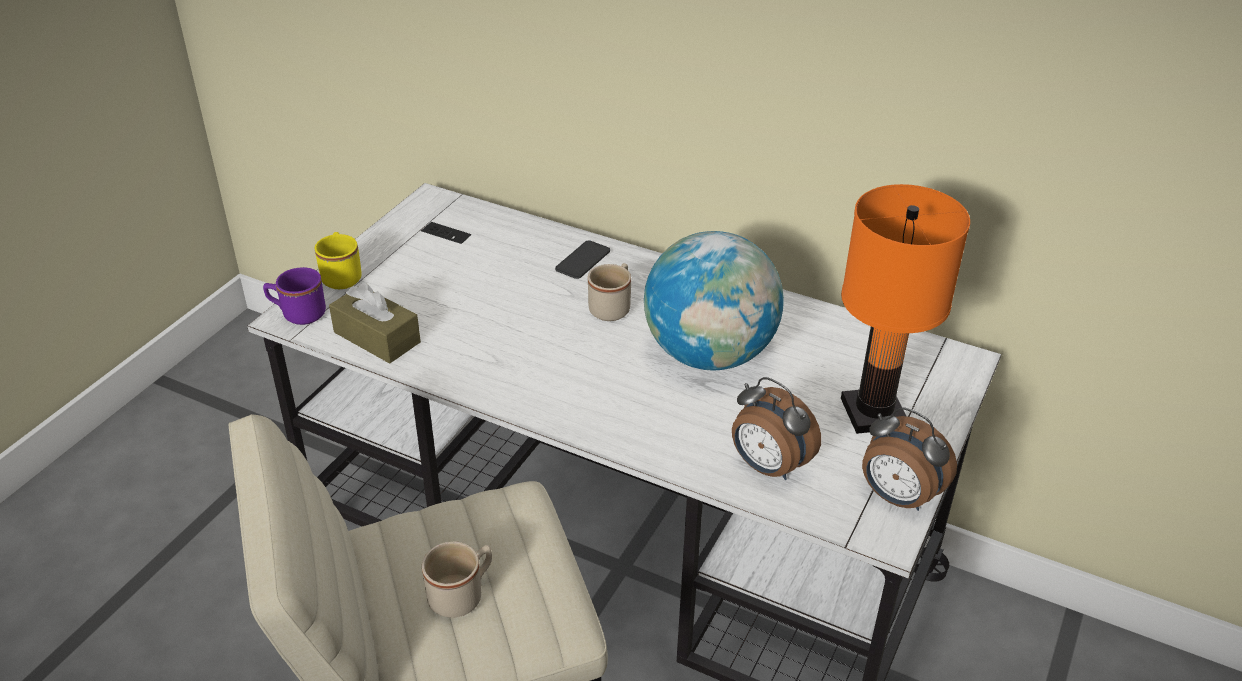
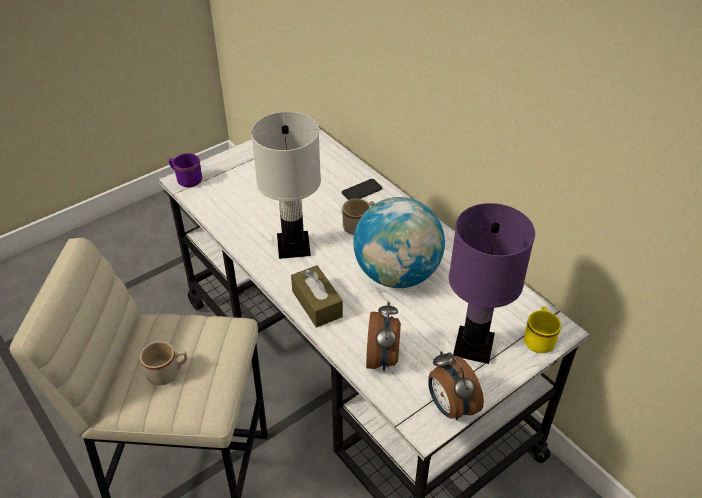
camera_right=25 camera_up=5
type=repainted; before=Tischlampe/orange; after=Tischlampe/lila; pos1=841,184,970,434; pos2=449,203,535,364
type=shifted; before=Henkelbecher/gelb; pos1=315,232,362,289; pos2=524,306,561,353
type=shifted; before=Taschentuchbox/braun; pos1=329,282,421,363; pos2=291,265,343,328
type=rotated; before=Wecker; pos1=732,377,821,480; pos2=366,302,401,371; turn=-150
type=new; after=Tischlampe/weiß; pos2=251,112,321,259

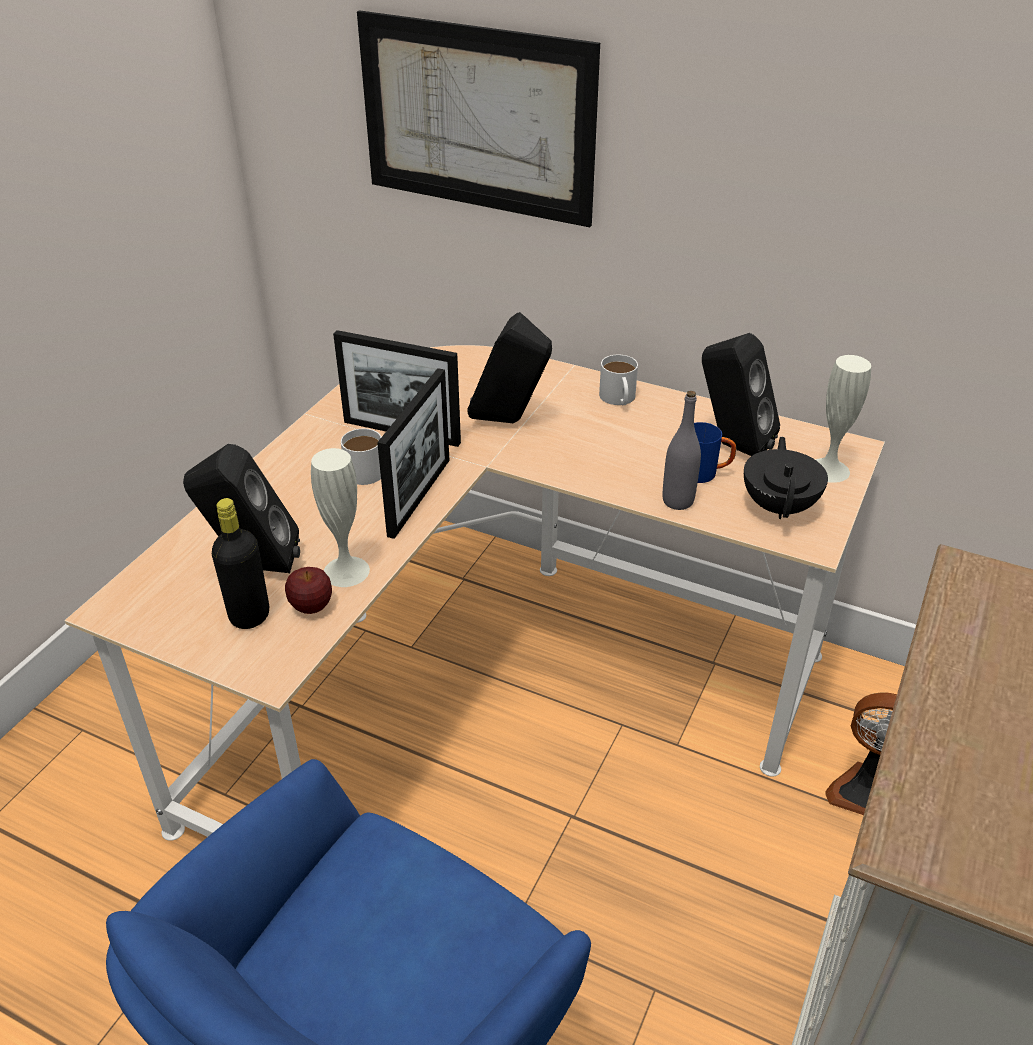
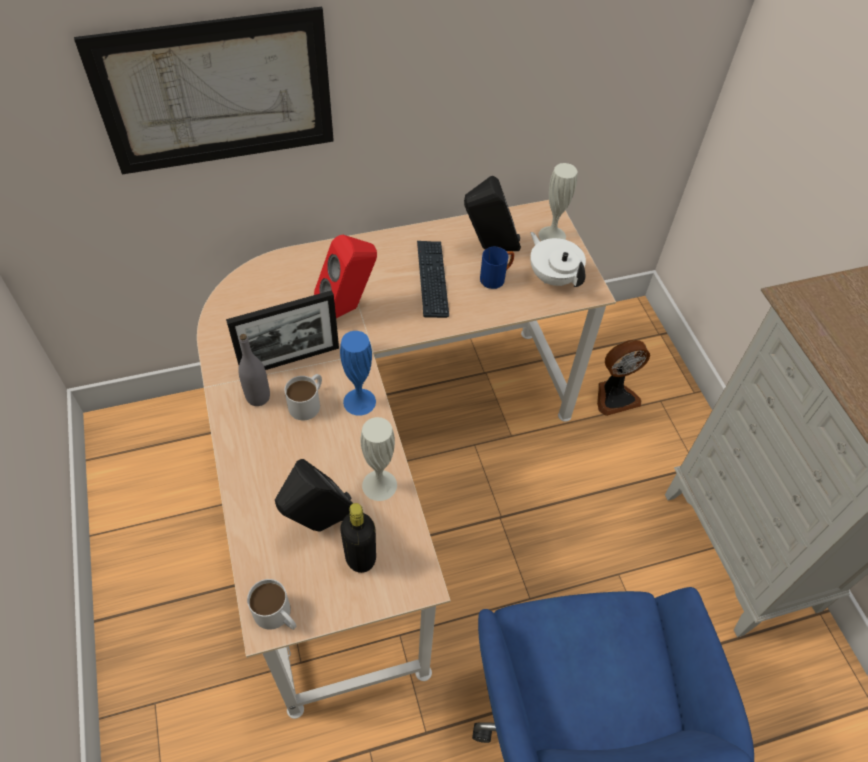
camera_right=-45 camera_up=15
type=repainted; before=Lautsprecher/schwarz; after=Lautsprecher/rot; pos1=467,312,552,423; pos2=314,235,377,318
type=shifted; before=Henkelbecher/weiß; pos1=599,355,638,405; pos2=247,579,296,630
type=swapped; before=Bilderrahmen; after=Vase/blau; pos1=377,368,450,539; pos2=340,331,376,416
type=shifted; before=Flasche/grau; pos1=663,391,701,510; pos2=238,334,270,406
type=repainted; before=Teekanne/schwarz; after=Teekanne/weiß; pos1=744,437,828,519; pos2=530,232,586,287
type=gone; before=Apfel; pos1=285,567,332,614
type=new; after=Tastatur; pos2=417,241,449,318

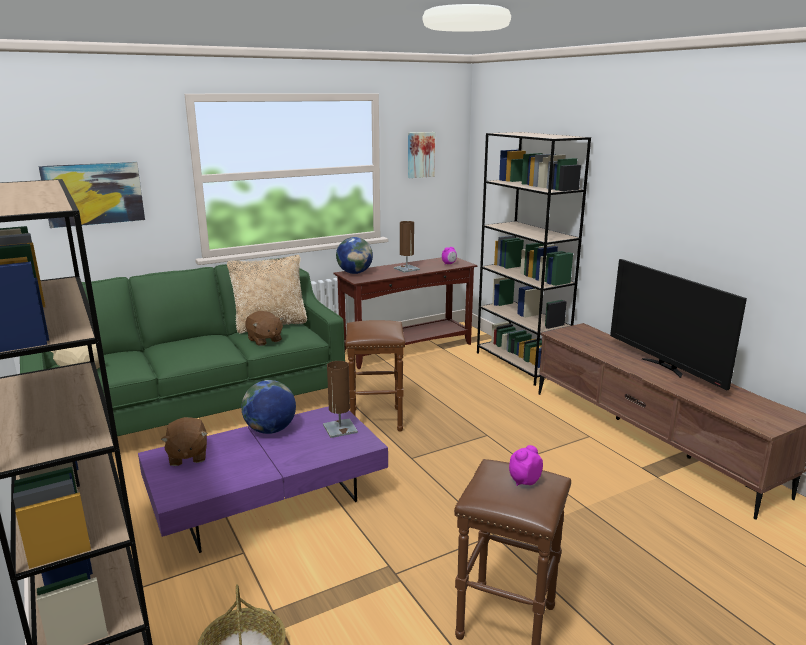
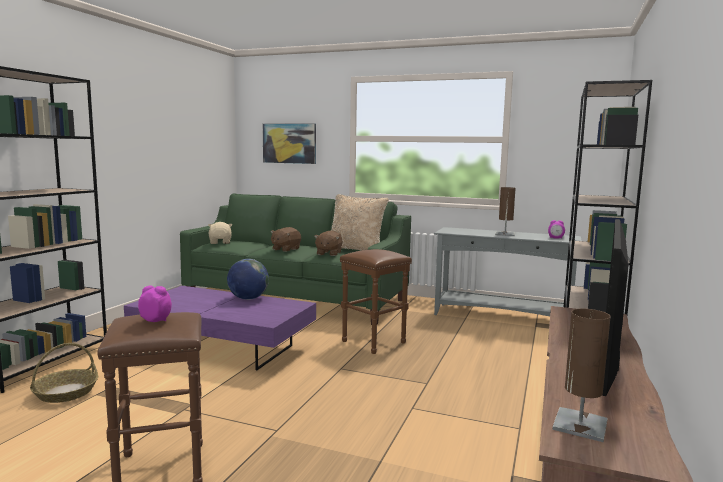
camera_right=50 camera_up=-10
type=gone; before=Bild; pos1=408,132,435,178
type=gone; before=Globus; pos1=336,237,373,274
type=repainted; before=Konsolentisch/braun; after=Konsolentisch/grau; pos1=334,257,477,369; pos2=434,227,582,316
type=shifted; before=Tischlampe/braun; pos1=323,361,358,438; pos2=552,308,611,442
type=shifted; before=Plüschtier/braun; pos1=161,417,208,466; pos2=271,227,301,252

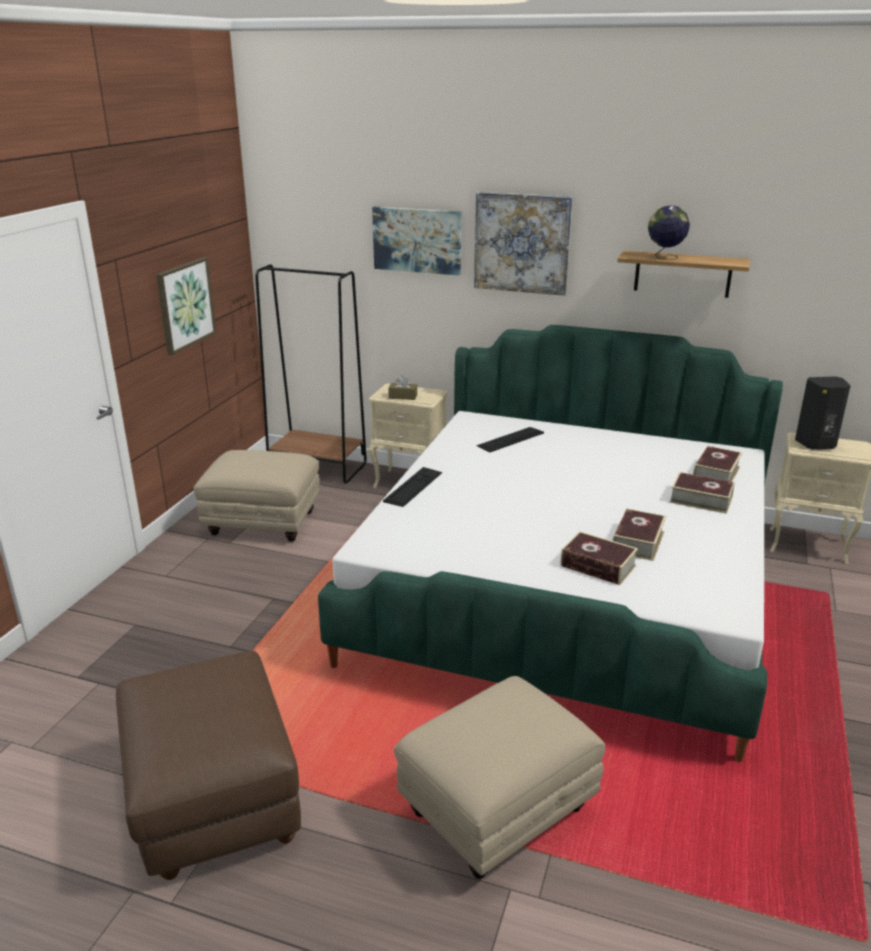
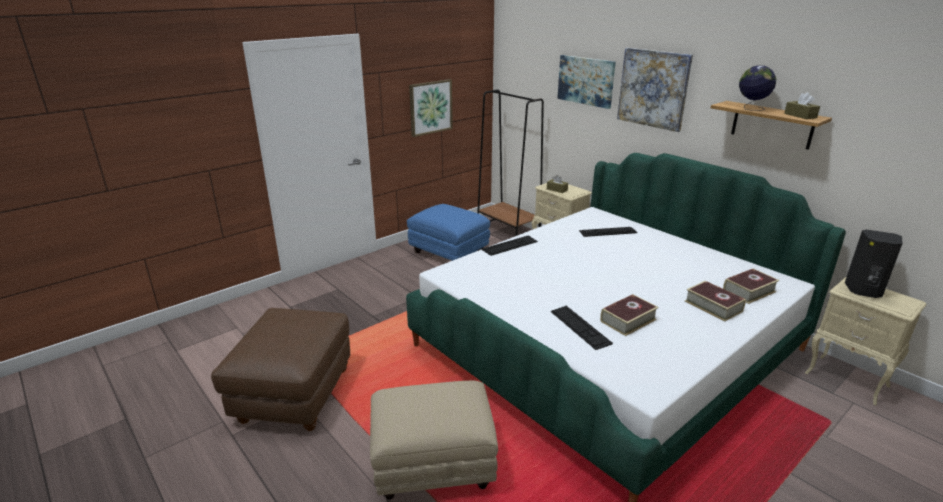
camera_right=30 camera_up=0
type=repainted; before=Polsterhocker/beige; after=Polsterhocker/blau; pos1=194,450,320,542; pos2=407,204,490,261
type=swapped; before=Buch; after=Tastatur; pos1=561,531,638,585; pos2=550,306,613,350
type=new; after=Taschentuchbox/braun; pos2=784,92,820,119

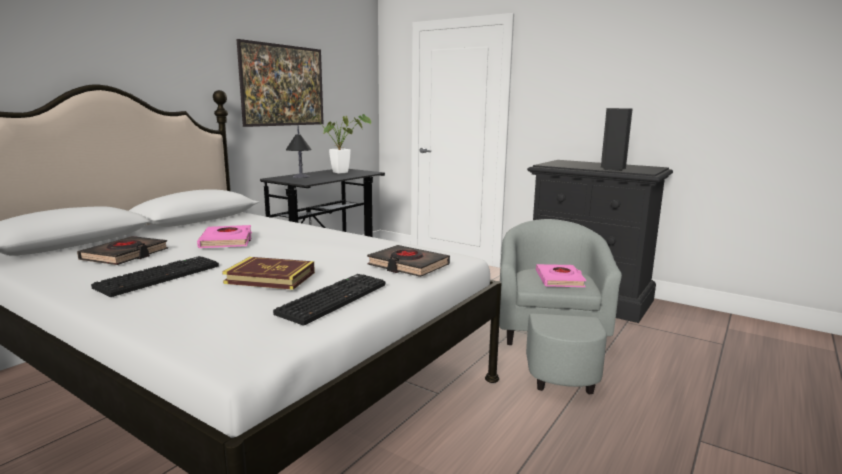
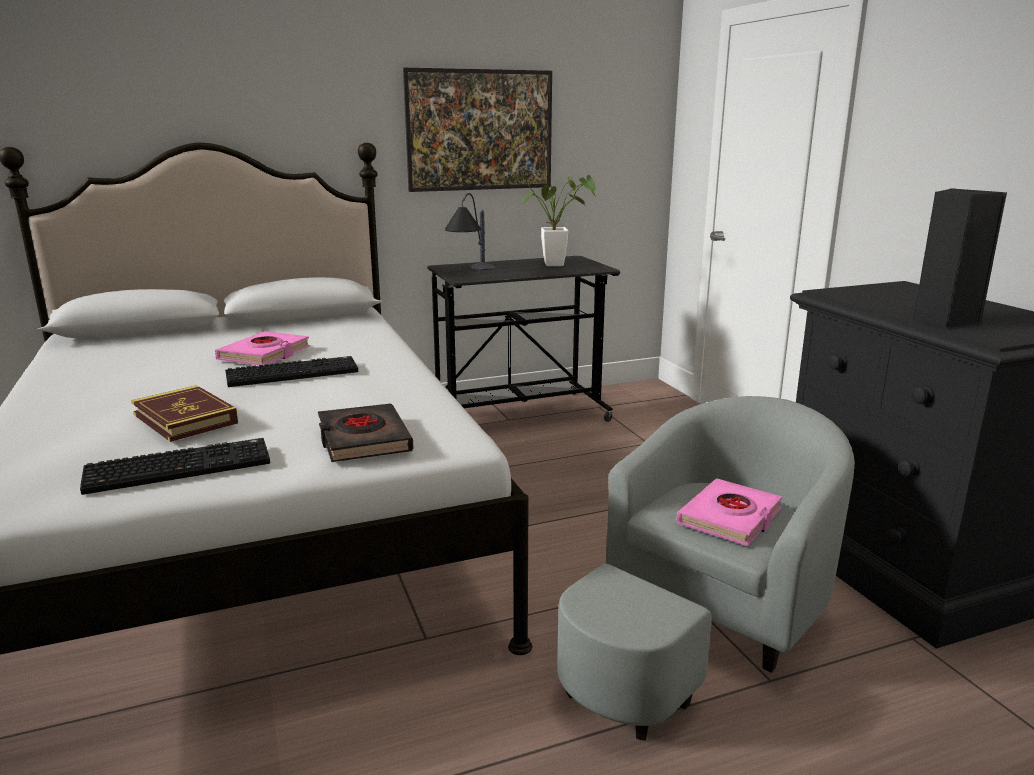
camera_right=35 camera_up=5
type=gone; before=Buch/schwarz; pos1=77,236,168,265
type=shifted; before=Tastatur; pos1=91,256,219,297; pos2=225,356,358,387

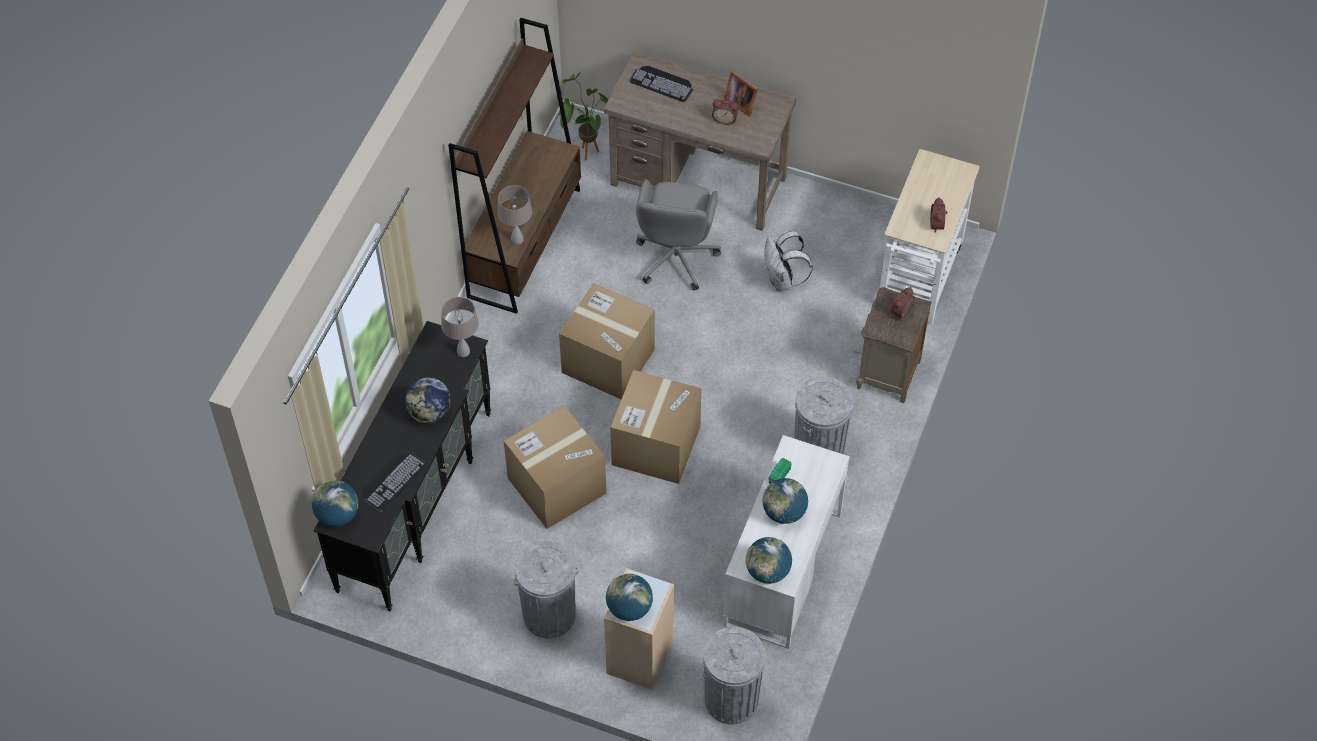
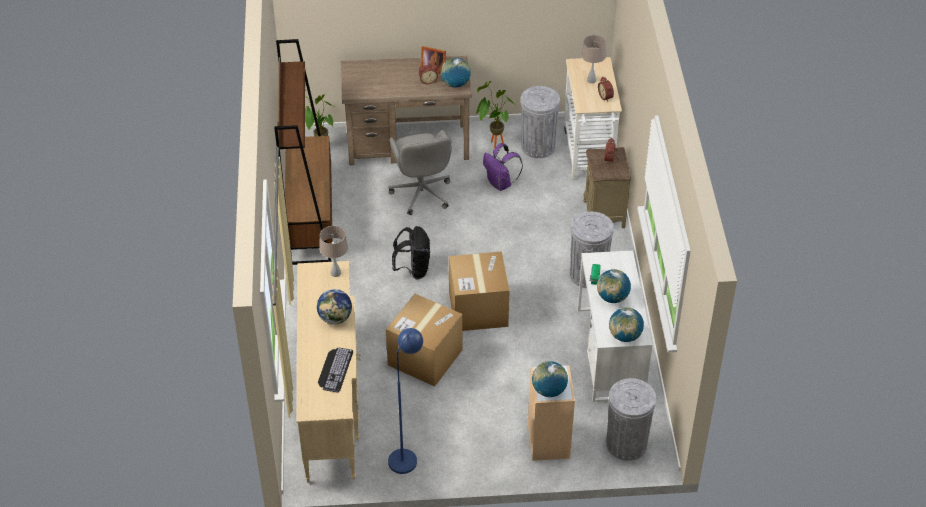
camera_right=-25 camera_up=-10
type=gone; before=Tastatur; pos1=629,66,693,102
type=shifted; before=Tischlampe/beige; pos1=497,185,532,245; pos2=581,35,606,83
type=repainted; before=Rucksack/weiß; after=Rucksack/lila; pos1=764,231,813,291; pos2=483,143,523,191
type=swapped; before=Karton; after=Rucksack/schwarz; pos1=559,283,655,399; pos2=392,226,430,279
type=repainted; before=Schrank/schwarz; after=Schrank/beige; pos1=314,321,492,611; pos2=297,261,361,482
type=shifted; before=Globus; pos1=312,481,358,527; pos2=441,57,471,88
type=shifted; before=Mülleimer/grau; pos1=514,541,578,638; pos2=521,86,560,158
type=new; after=Topfpflanze; pos2=476,81,514,149
type=new; after=Stehlampe/blau; pos2=388,328,423,474

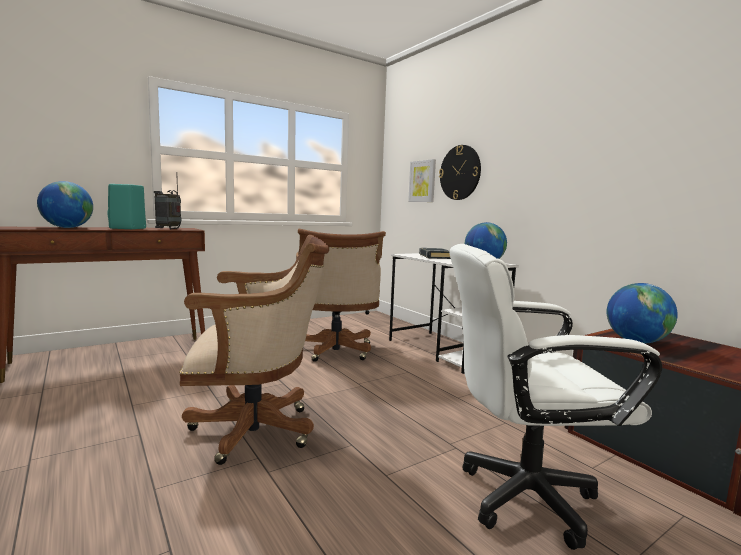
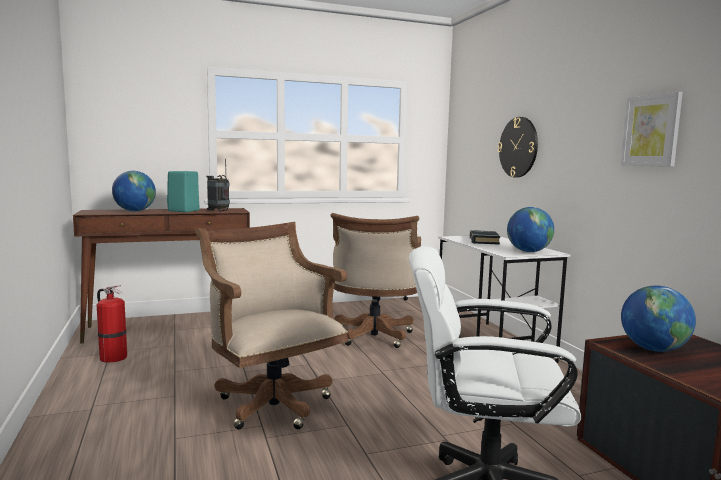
camera_right=15 camera_up=0
type=shifted; before=Bild; pos1=408,159,436,202; pos2=621,92,683,167
type=rotated; before=Bürostuhl; pos1=179,234,329,465; pos2=195,222,348,429; turn=-135
type=new; after=Feuerlöscher; pos2=97,285,127,363

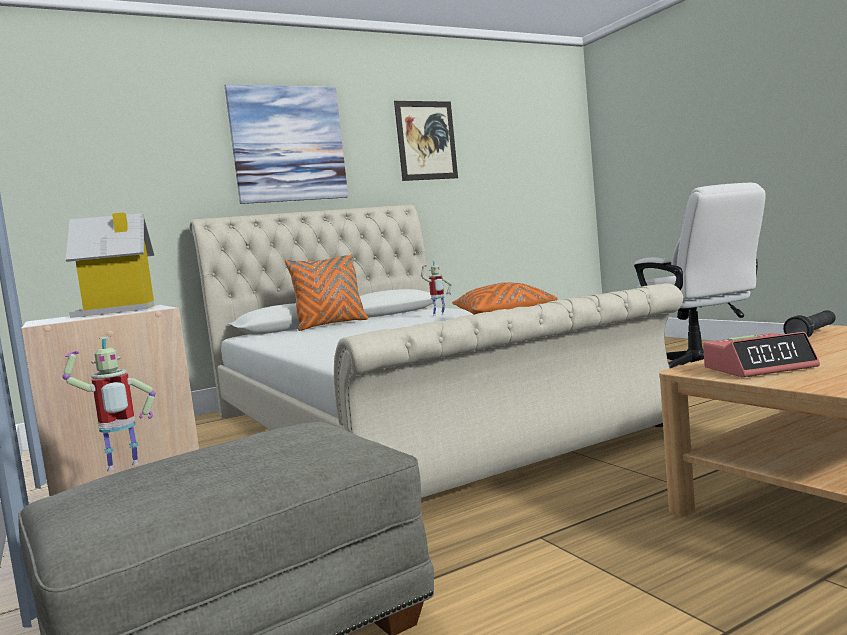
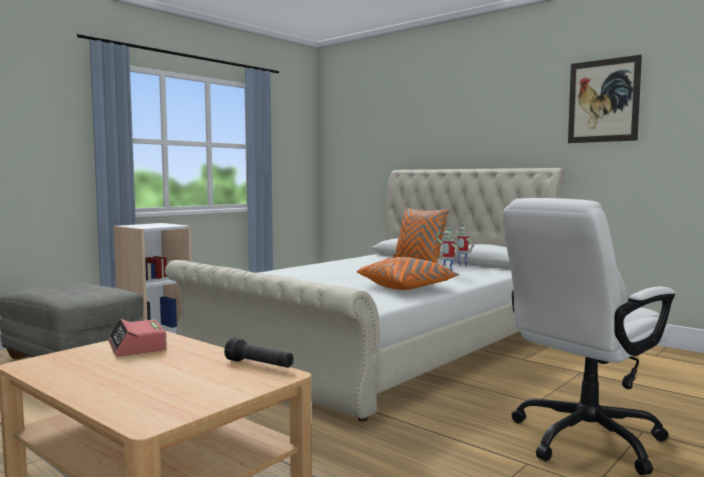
camera_right=70 camera_up=0
type=gone; before=Bild; pos1=225,84,348,204
type=gone; before=Spielzeughaus; pos1=66,213,155,318
type=shifted; before=Spielzeugroboter; pos1=63,336,156,471; pos2=451,223,474,267

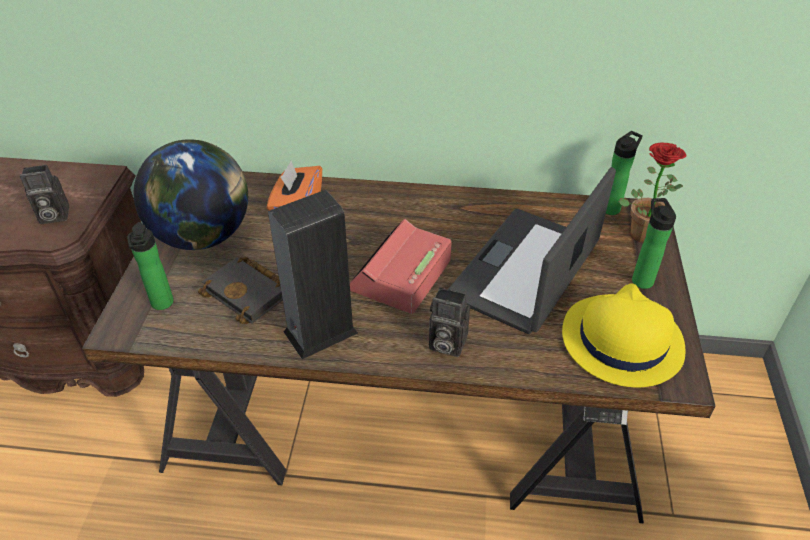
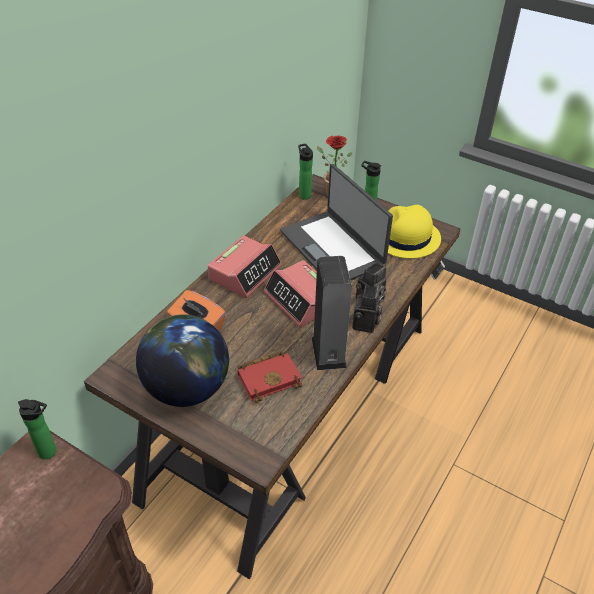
camera_right=-65 camera_up=0
type=shifted; before=Kamera; pos1=20,165,69,224; pos2=352,285,383,333
type=shifted; before=Flasche; pos1=127,222,174,310; pos2=18,399,57,459
type=repainted; before=Buch/schwarz; after=Buch/rot; pos1=198,257,283,324; pos2=237,351,302,403
type=new; after=Wecker; pos2=208,235,282,298

